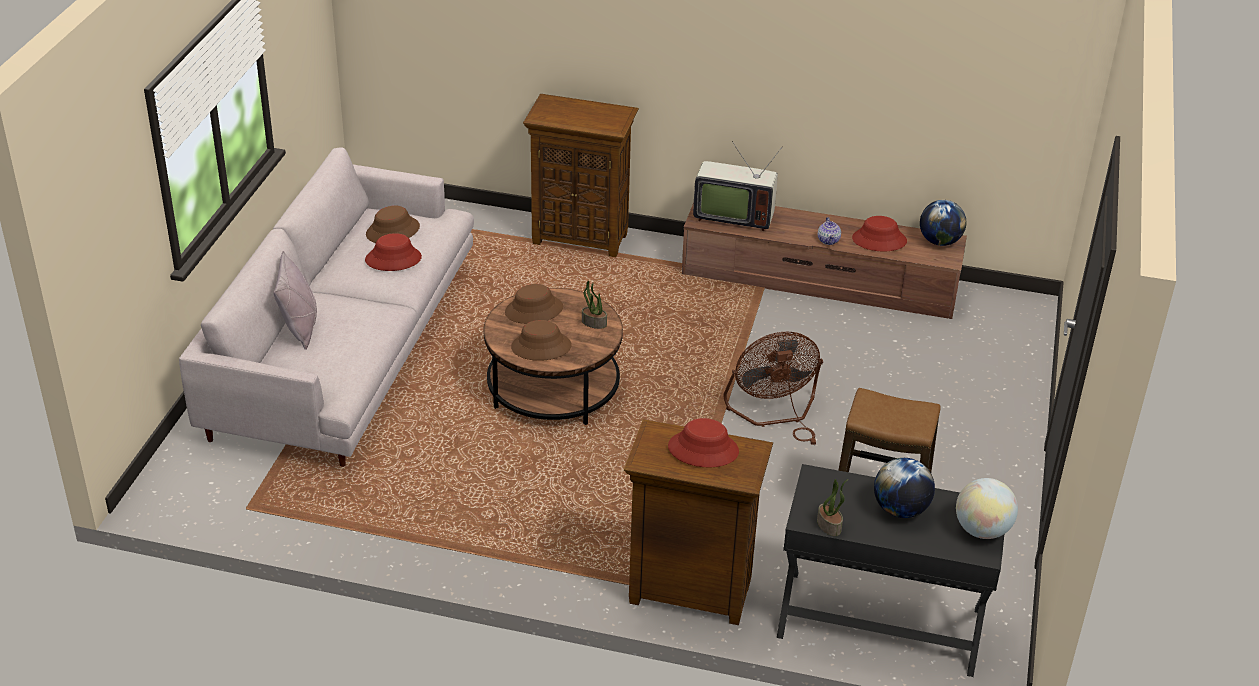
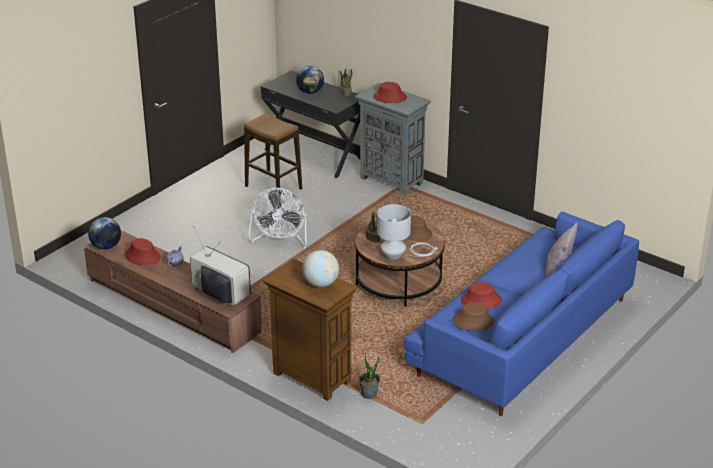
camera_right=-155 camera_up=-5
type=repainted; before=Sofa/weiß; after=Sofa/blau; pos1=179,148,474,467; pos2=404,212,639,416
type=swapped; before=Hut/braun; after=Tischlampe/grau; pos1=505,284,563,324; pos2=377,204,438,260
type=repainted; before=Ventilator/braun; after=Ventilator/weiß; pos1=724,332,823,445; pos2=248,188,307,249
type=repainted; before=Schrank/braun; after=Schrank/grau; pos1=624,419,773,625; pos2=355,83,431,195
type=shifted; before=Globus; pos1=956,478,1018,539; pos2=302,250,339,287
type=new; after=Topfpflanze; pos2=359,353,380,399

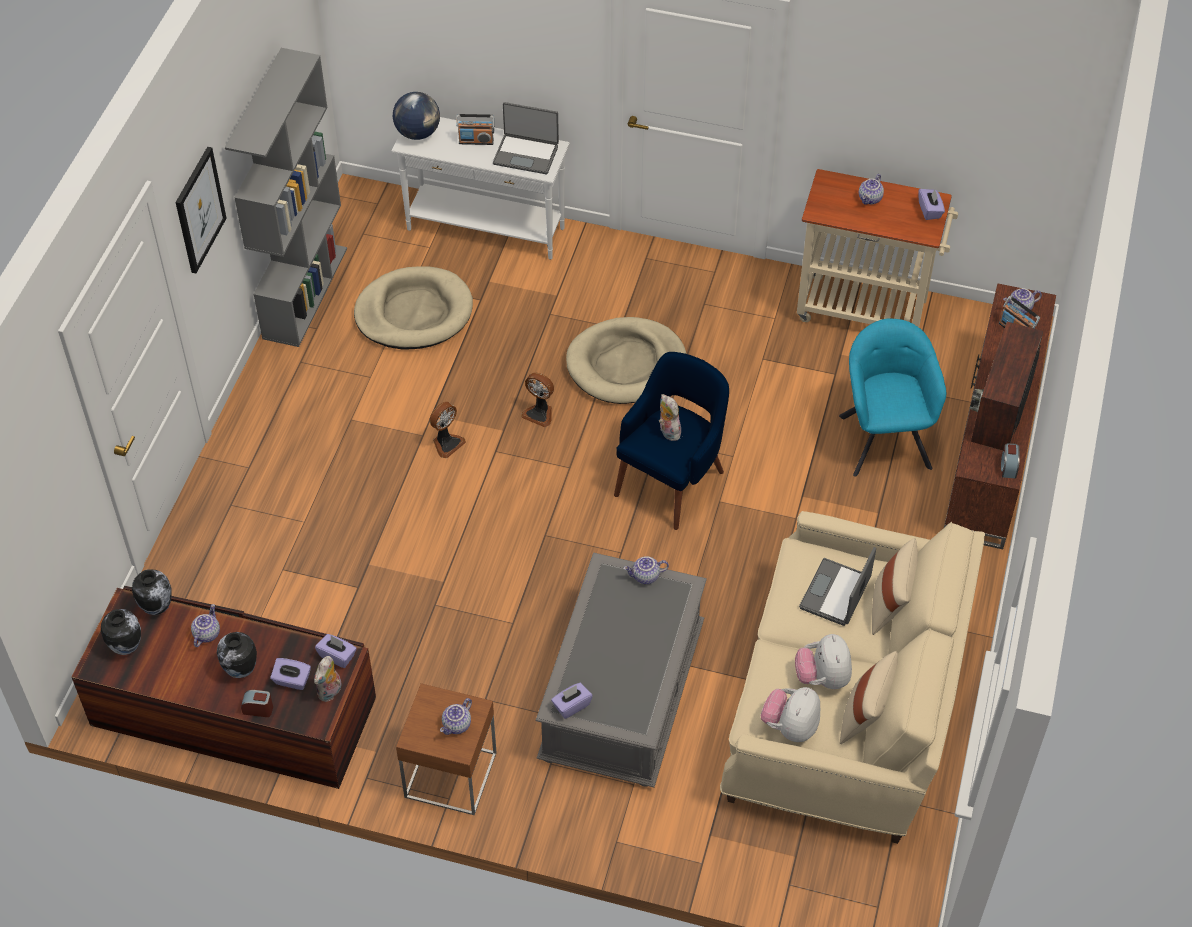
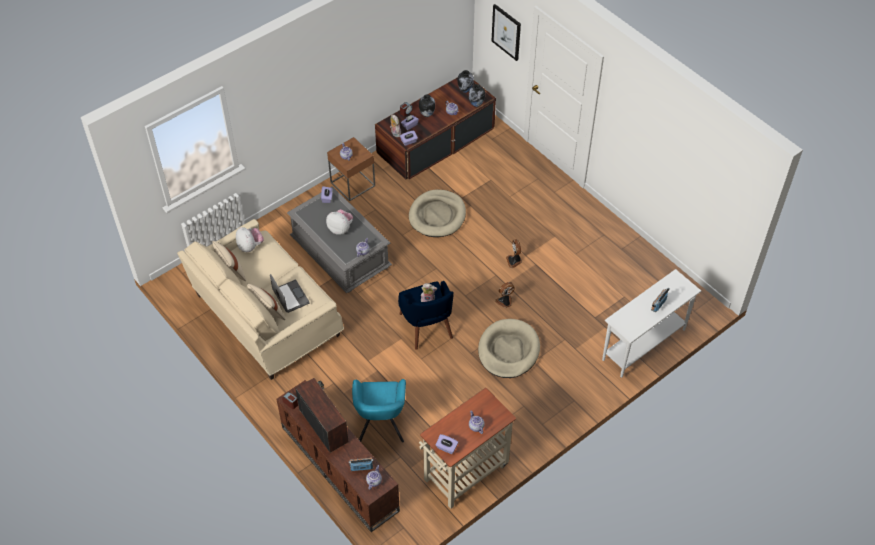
camera_right=125 camera_up=0
type=gone; before=Bücherregal/grau; pos1=225,48,347,347
type=gone; before=Globus; pos1=393,92,440,140
type=gone; before=Laptop; pos1=493,102,559,174
type=shifted; before=Bild; pos1=176,147,227,273; pos2=492,4,521,61
type=shifted; before=Hundebett/beige; pos1=354,266,473,349; pos2=409,190,466,237
type=rotated; before=Sessel/türkis; pos1=839,318,946,477; pos2=352,379,406,442; turn=60
type=shifted; before=Plüschtier; pos1=795,634,852,689; pos2=326,209,353,235

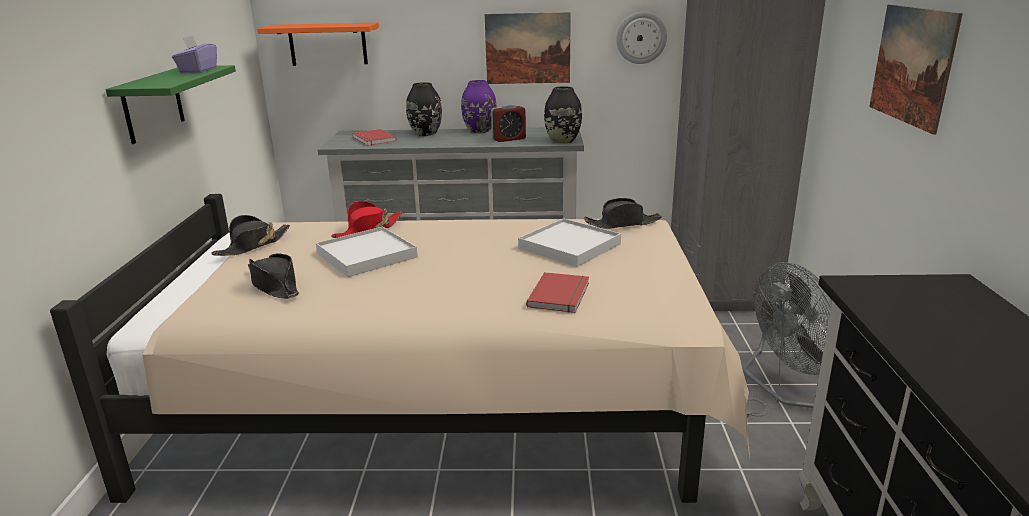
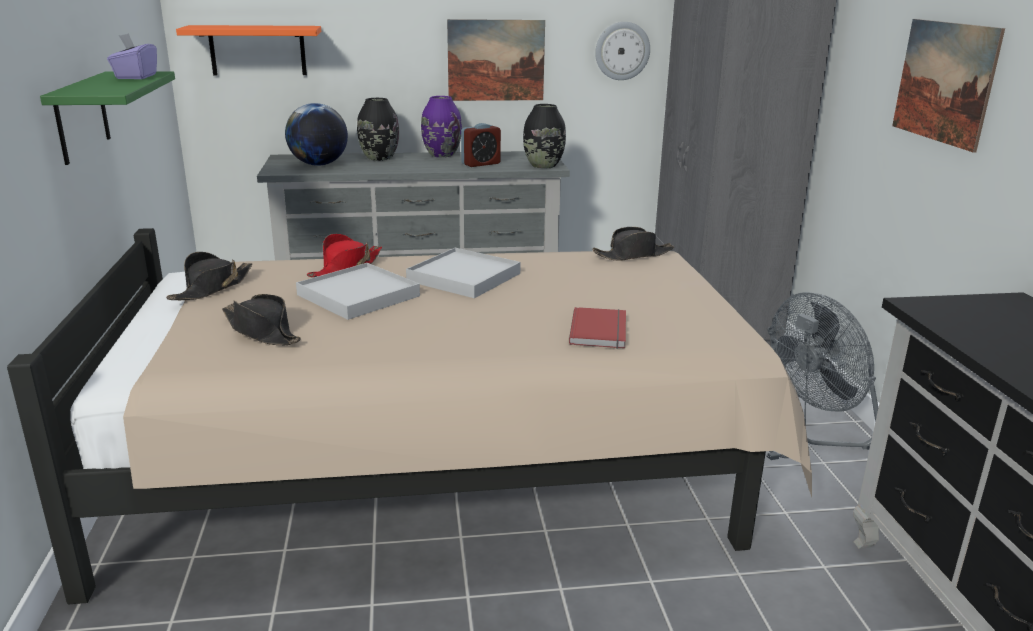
camera_right=-10 camera_up=0
type=swapped; before=Buch/rot; after=Globus; pos1=353,129,397,146; pos2=285,103,348,166
type=shifted; before=Tablett/weiß; pos1=518,218,621,267; pos2=406,248,521,298

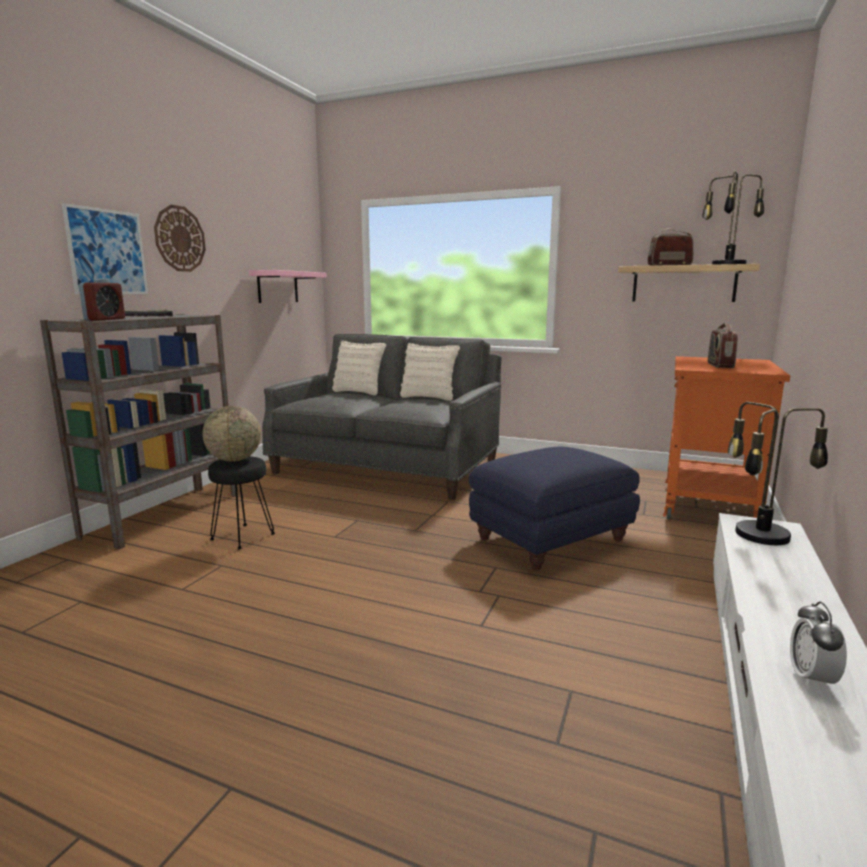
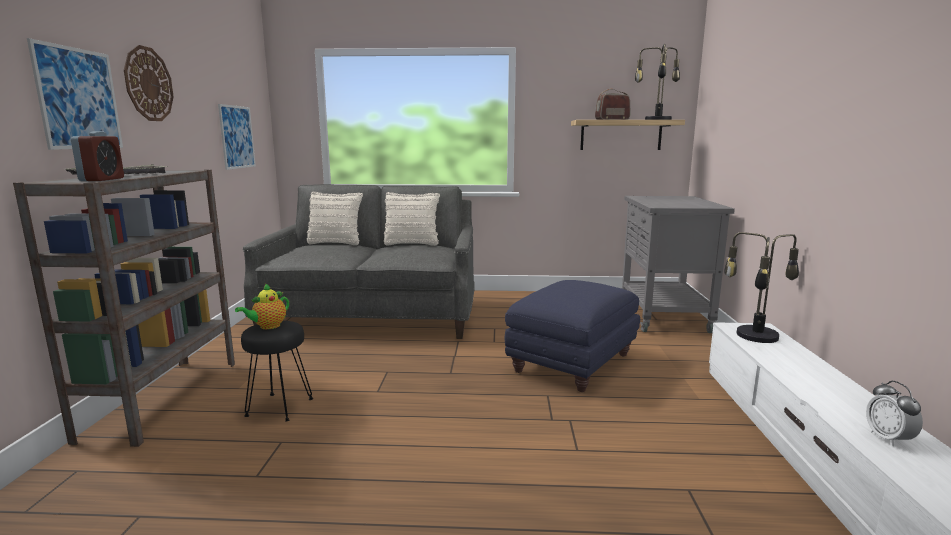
camera_right=-20 camera_up=0
type=swapped; before=Wandregal/rosa; after=Bild; pos1=249,270,327,303; pos2=218,104,256,170
type=gone; before=Radio; pos1=708,323,738,368
type=repainted; before=Rollwagen/orange; after=Rollwagen/grau; pos1=663,356,790,519; pos2=622,196,735,333
type=swapped; before=Globus; after=Teekanne; pos1=202,406,261,462; pos2=235,283,289,329

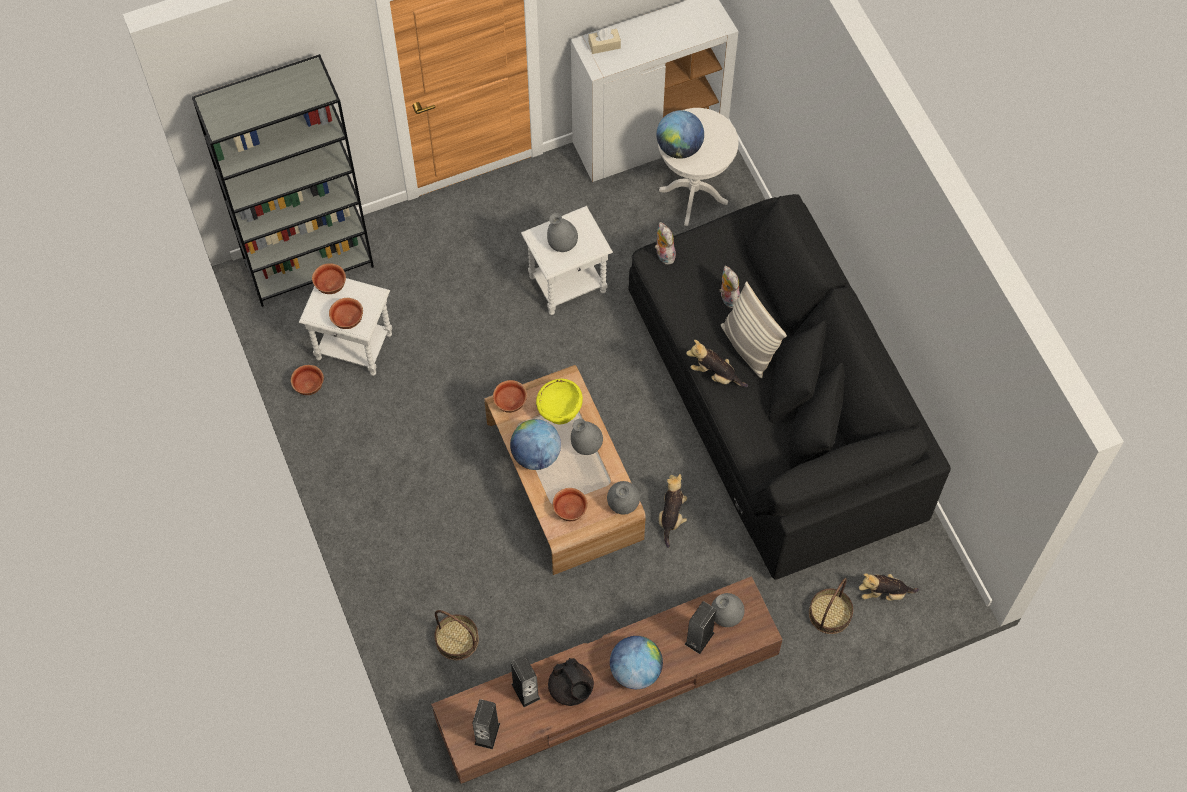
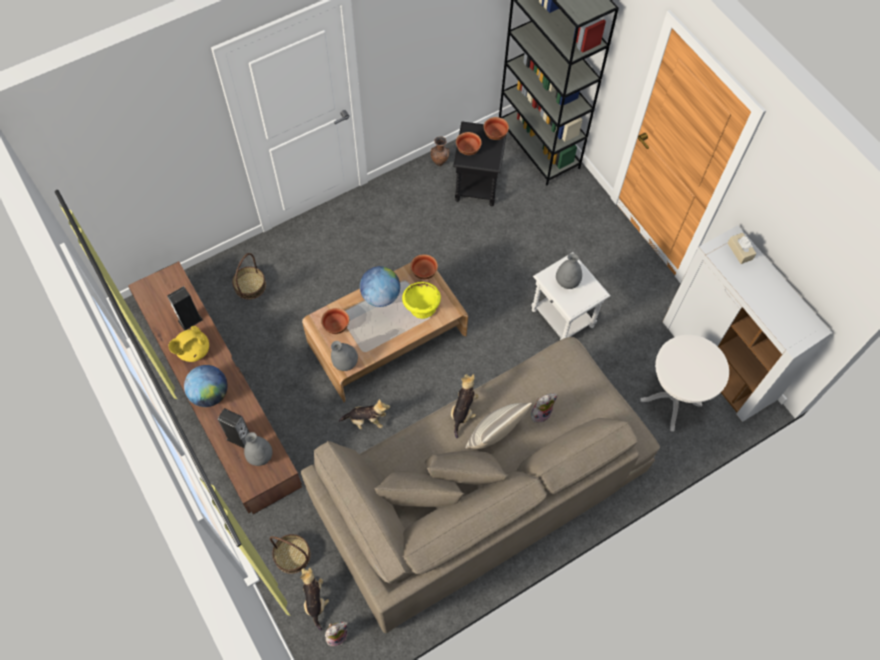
camera_right=80 camera_up=0
type=gone; before=Globus; pos1=657,110,704,159
type=repainted; before=Sofa/schwarz; after=Sofa/beige; pos1=628,194,951,580; pos2=301,337,660,633
type=shifted; before=Plüschtier; pos1=655,222,676,264; pos2=325,622,348,646
type=repainted; before=Beistelltisch/weiß; after=Beistelltisch/schwarz; pos1=299,278,392,376; pos2=453,122,506,206
type=swapped; before=Schüssel; after=Vase/braun; pos1=291,365,324,395; pos2=431,136,450,166
type=gone; before=Vase/grau; pos1=571,419,603,455
type=repainted; before=Teekanne/schwarz; after=Teekanne/gelb; pos1=548,658,594,706; pos2=168,326,209,362
type=gone; before=Lautsprecher; pos1=472,699,500,749

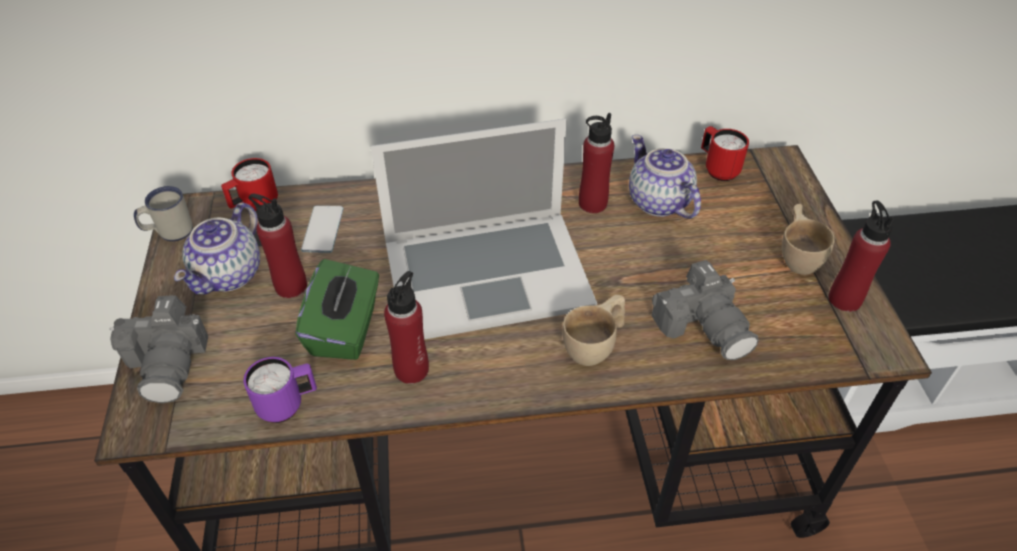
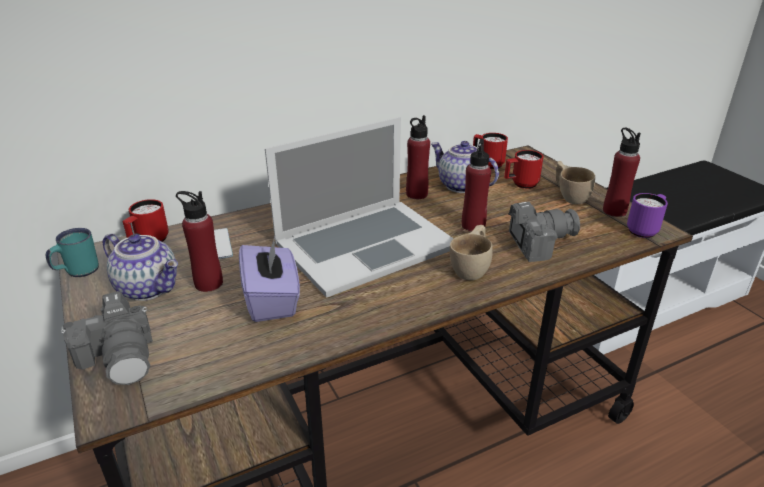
camera_right=-20 camera_up=-15
type=repainted; before=Henkelbecher/weiß; after=Henkelbecher/türkis; pos1=134,186,193,241; pos2=46,228,99,277
type=rotated; before=Teekanne; pos1=174,202,260,294; pos2=103,234,178,301; turn=-60
type=repainted; before=Taschentuchbox/grün; after=Taschentuchbox/lila; pos1=295,259,379,360; pos2=239,237,300,322
type=rotated; before=Kamera; pos1=651,260,759,360; pos2=509,202,580,262; turn=-60
type=shifted; before=Flasche/rot; pos1=384,271,429,384; pos2=462,139,491,232
type=shifted; before=Henkelbecher/lila; pos1=243,357,317,423; pos2=627,193,668,238
type=new; after=Henkelbecher/rot; pos2=504,150,543,189

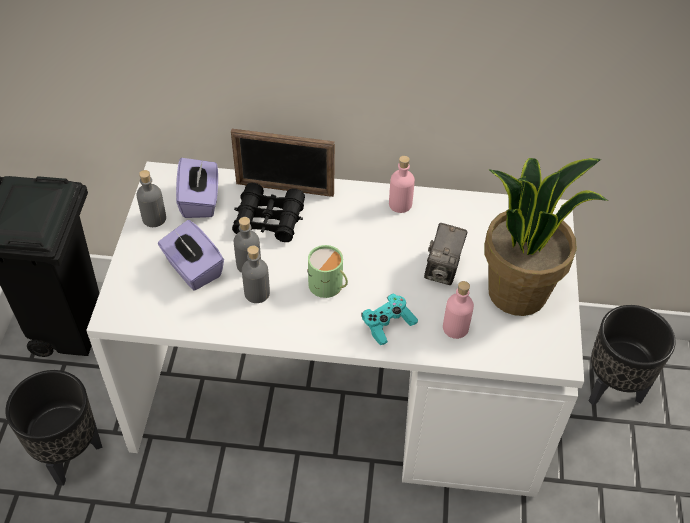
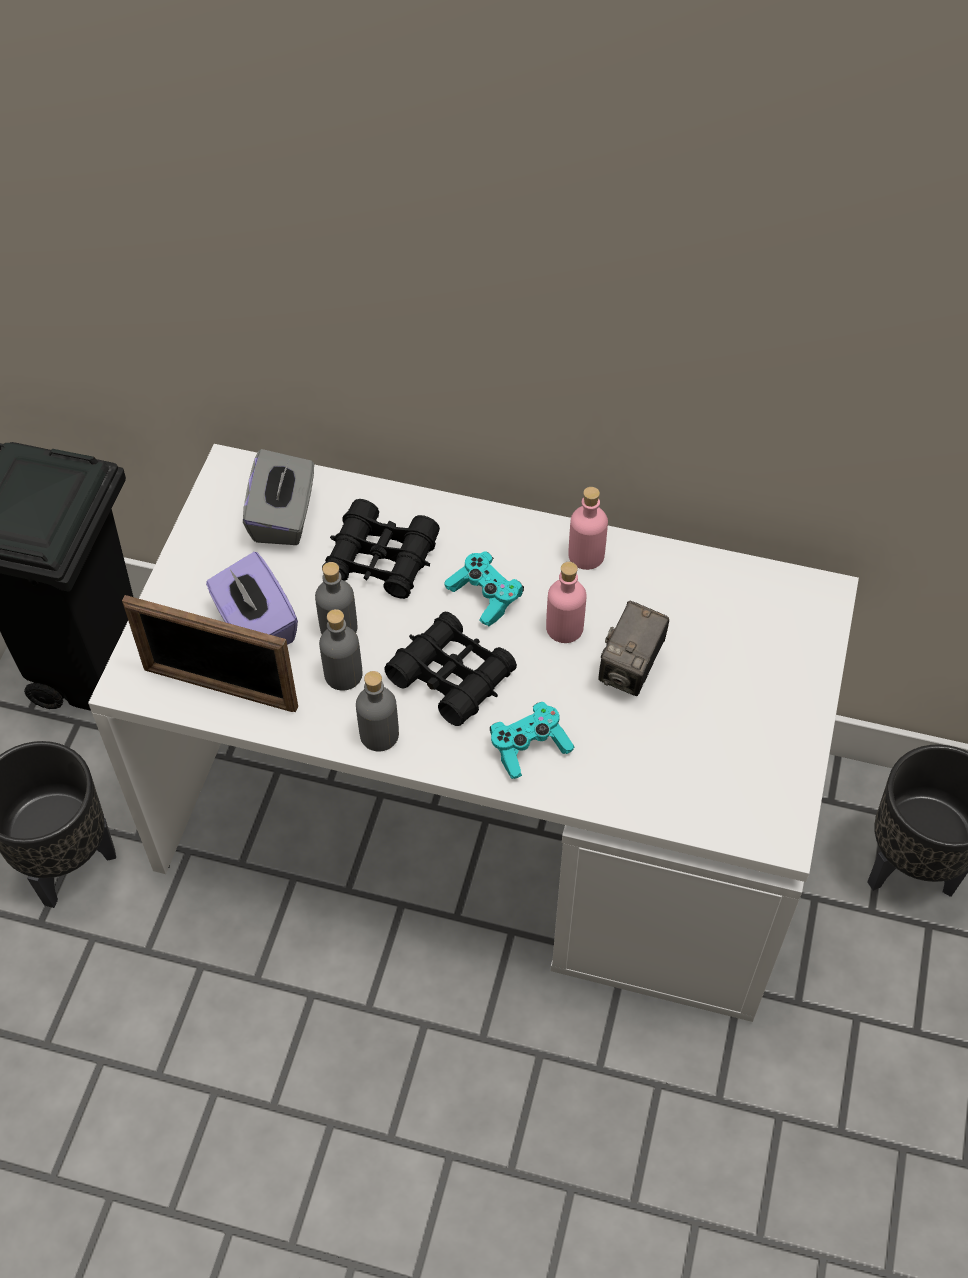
camera_right=10 camera_up=5
type=shifted; before=Bilderrahmen; pos1=231,129,335,197; pos2=122,595,298,712
type=repainted; before=Taschentuchbox/lila; after=Taschentuchbox/grau; pos1=176,158,218,218; pos2=243,449,314,545
type=gone; before=Topfpflanze; pos1=484,158,608,316
type=shifted; before=Flasche/grau; pos1=137,170,166,227; pos2=356,671,399,752
type=swapped; before=Henkelbecher/grün; after=Fernglas/schwarz; pos1=307,245,348,298; pos2=385,612,517,726
type=shifted; before=Flasche/rosa; pos1=443,281,474,339; pos2=546,562,587,643
type=new; after=Gamepad/türkis; pos2=444,551,524,627

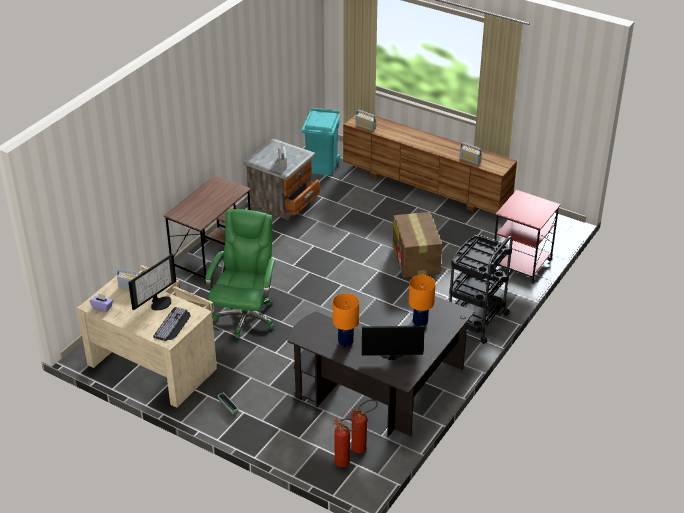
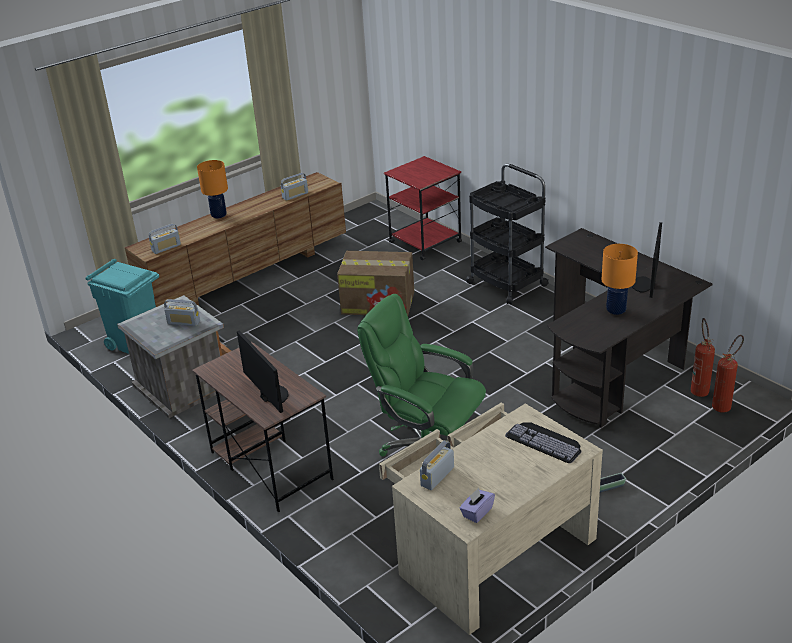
camera_right=-70 camera_up=-5
type=shifted; before=Monitor; pos1=128,254,176,310; pos2=237,330,288,413
type=shifted; before=Tischlampe/orange; pos1=409,275,436,326; pos2=197,160,228,218

